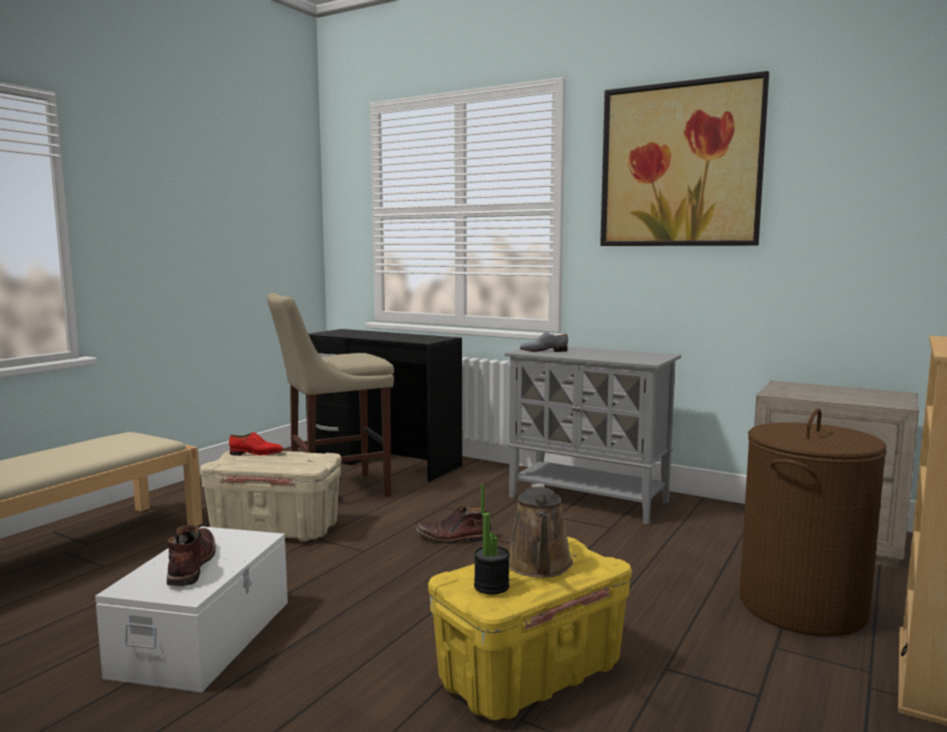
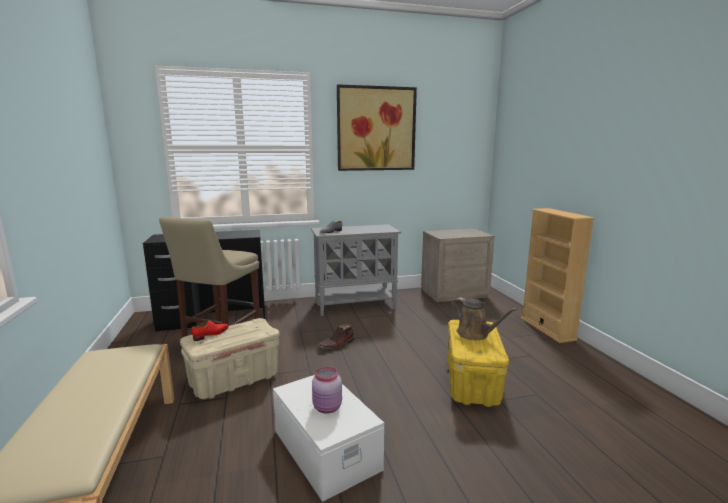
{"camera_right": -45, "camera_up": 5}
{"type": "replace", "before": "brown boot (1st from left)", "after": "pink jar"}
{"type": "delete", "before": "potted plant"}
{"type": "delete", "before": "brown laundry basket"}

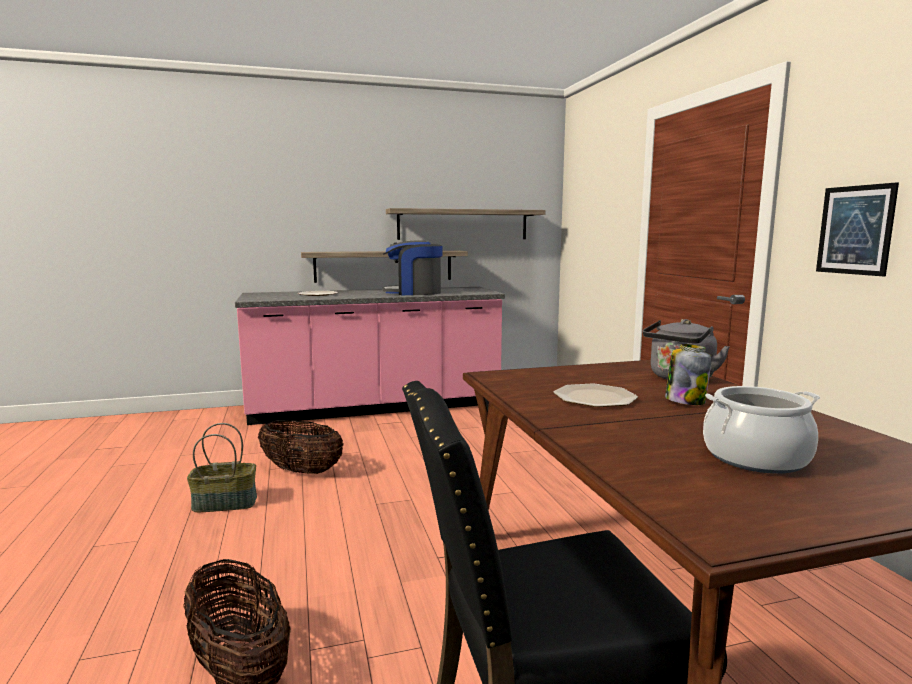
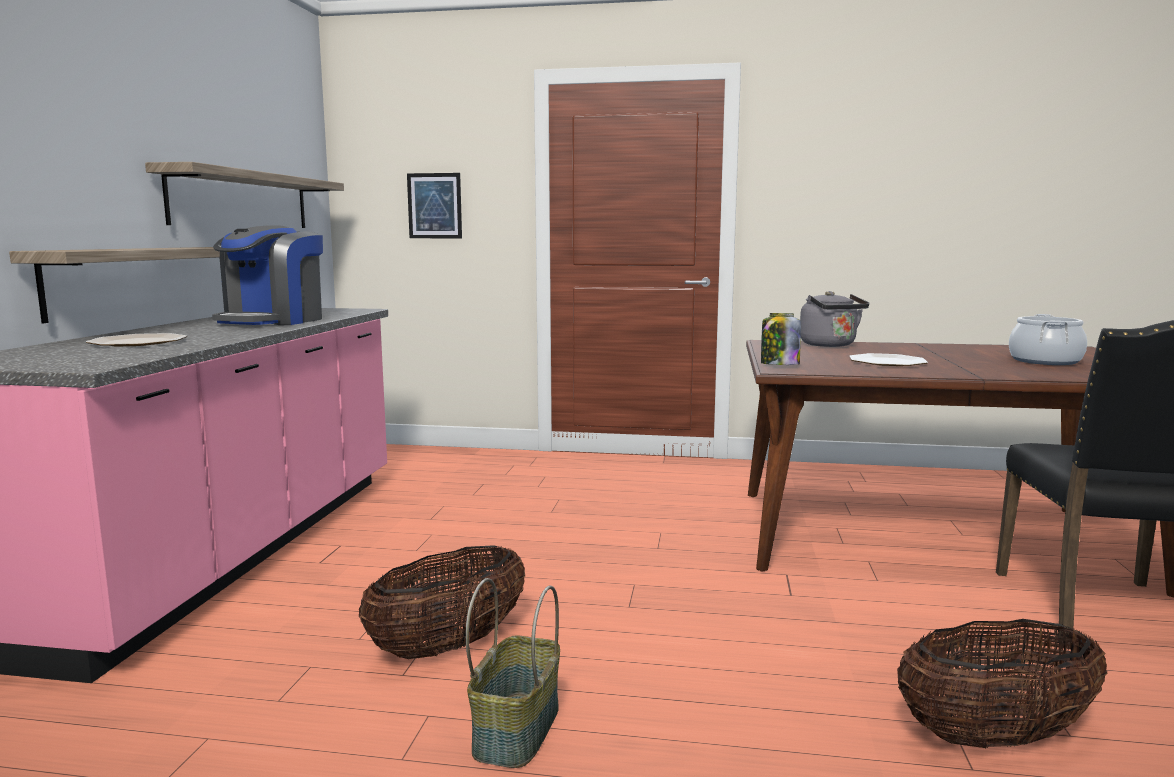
{"camera_right": -65, "camera_up": 0}
{"type": "move", "before": "jar"}
{"type": "move", "before": "picture"}

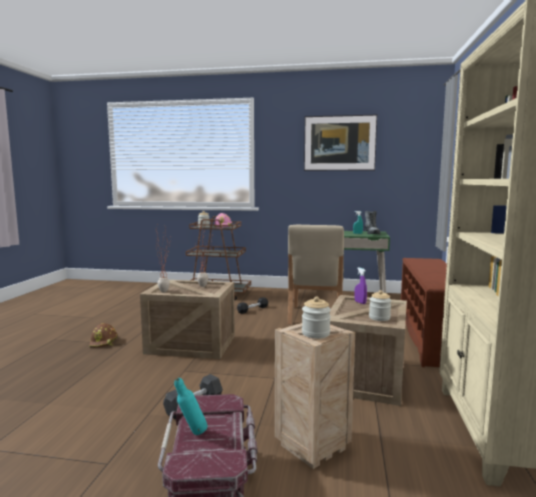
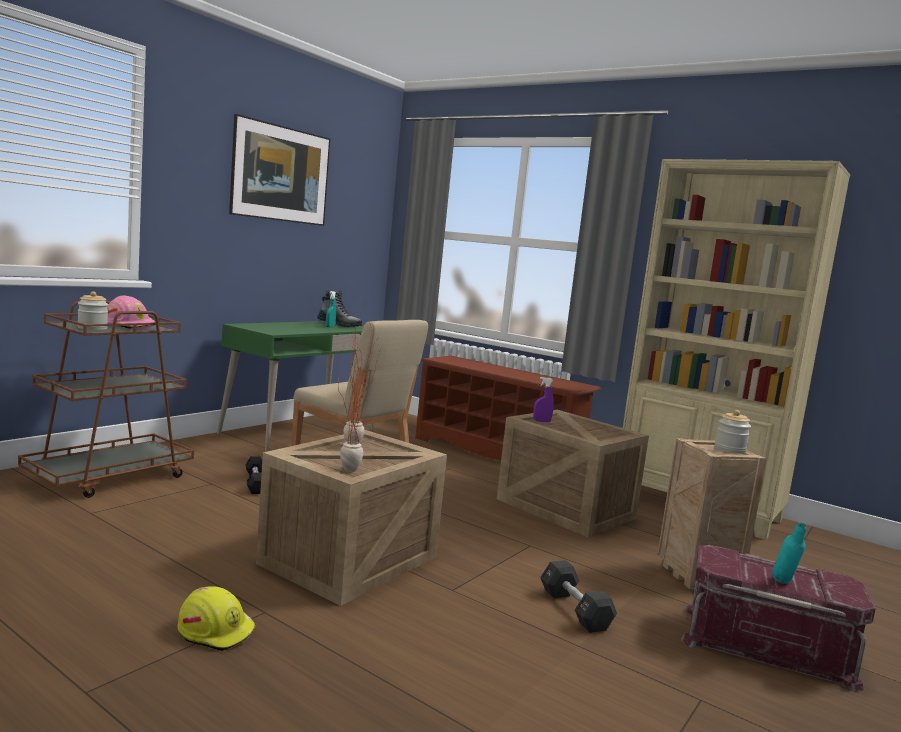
{"camera_right": -65, "camera_up": 0}
{"type": "recolor", "before": "brown hard hat", "after": "yellow hard hat"}
{"type": "delete", "before": "jar (3rd from left)"}

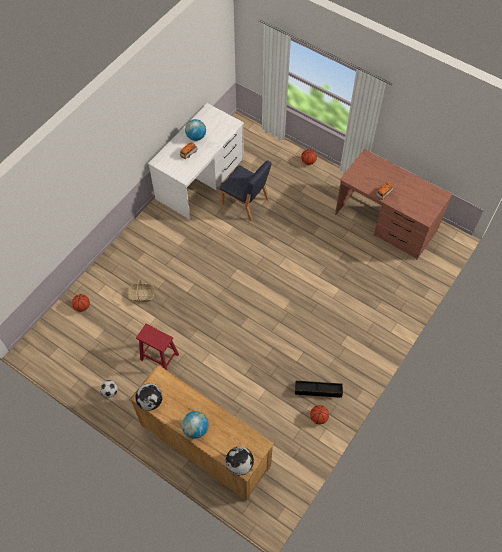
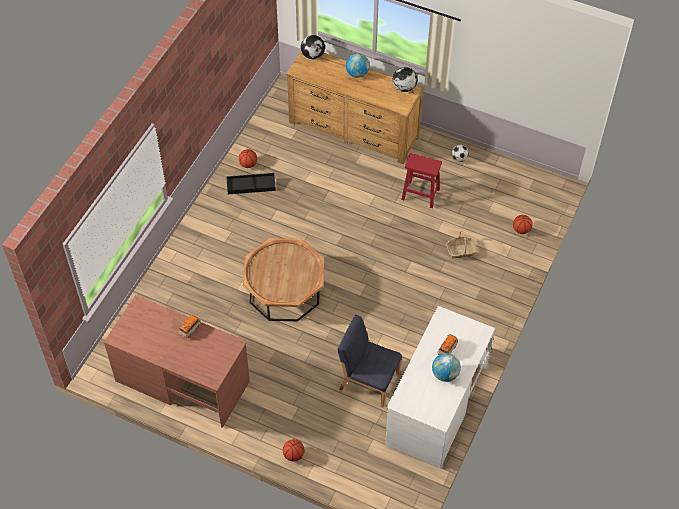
{"camera_right": 170, "camera_up": -5}
{"type": "insert", "after": "brown coffee table"}

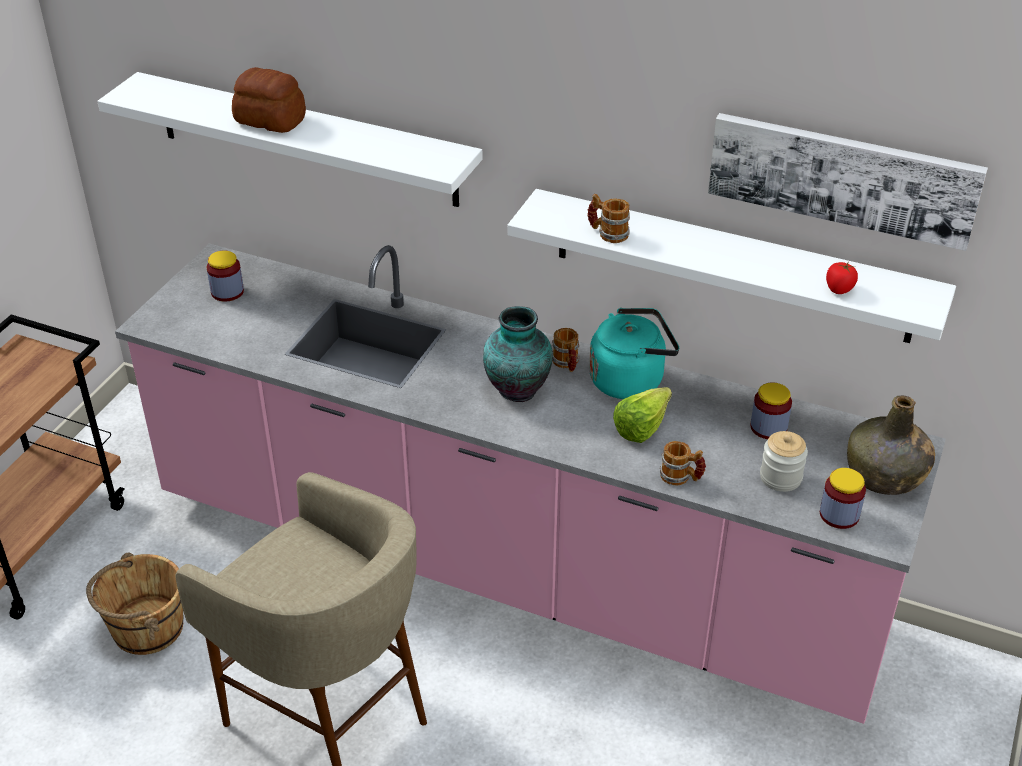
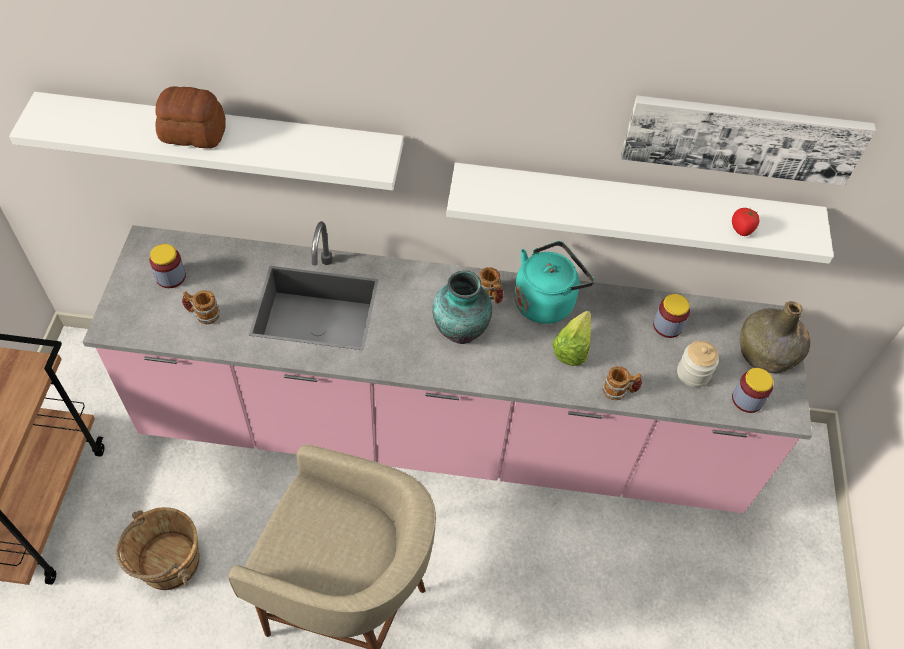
{"camera_right": -20, "camera_up": 15}
{"type": "move", "before": "mug (2nd from left in the first image)", "after": "mug (1st from left)"}

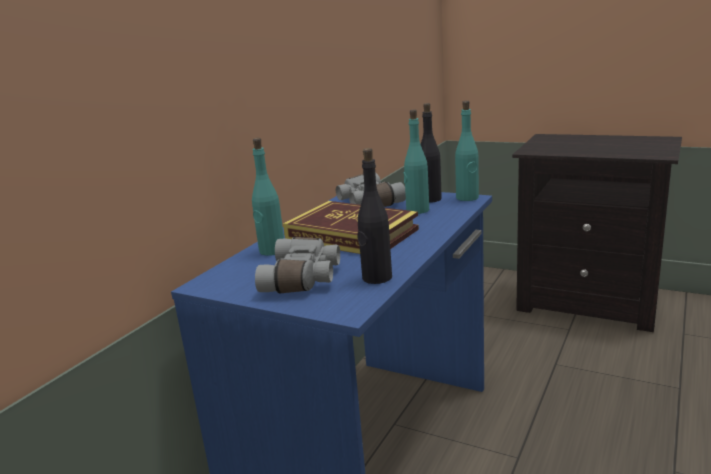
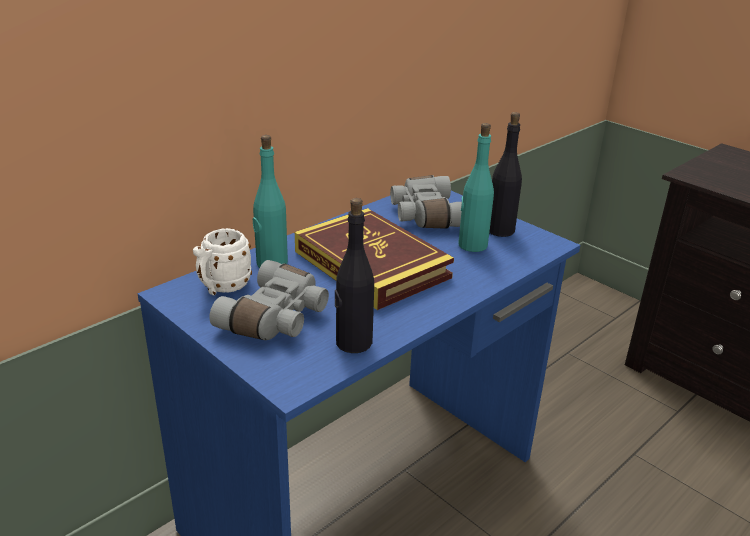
{"camera_right": 15, "camera_up": 10}
{"type": "delete", "before": "turquoise bottle (3rd from left)"}
{"type": "insert", "after": "white mug"}

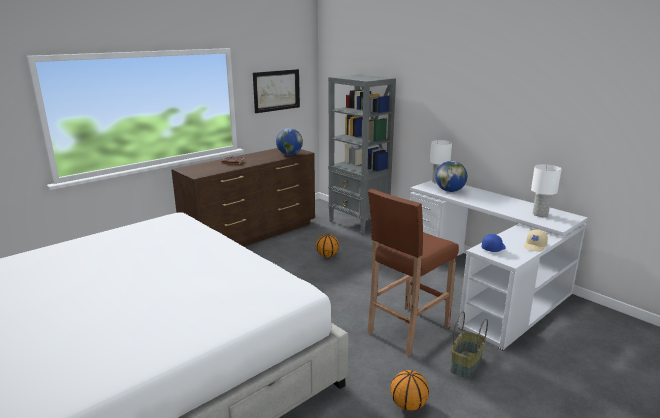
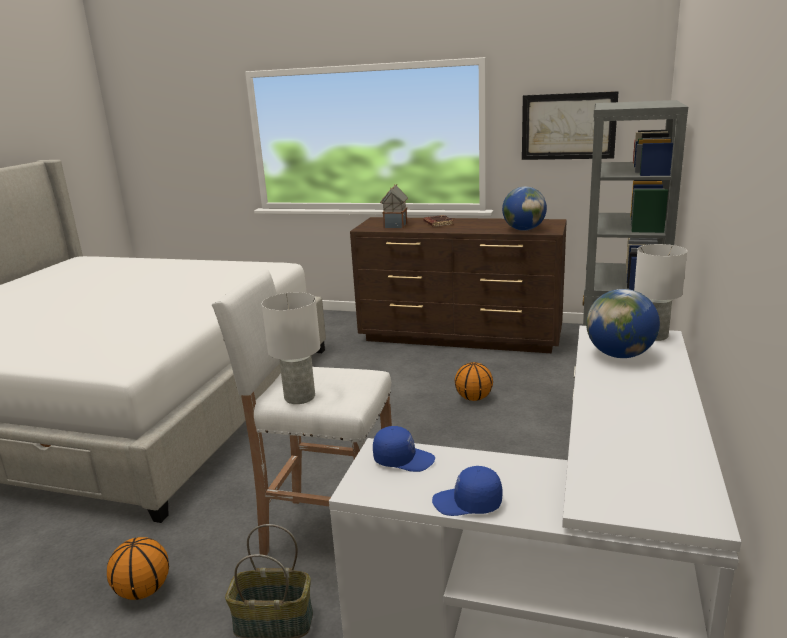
{"camera_right": 60, "camera_up": 0}
{"type": "recolor", "before": "brown stool", "after": "white stool"}
{"type": "recolor", "before": "beige cap", "after": "blue cap (2nd from left)"}
{"type": "move", "before": "white table lamp (2nd from left in the first image)", "after": "white table lamp (1st from left)"}
{"type": "insert", "after": "toy house"}

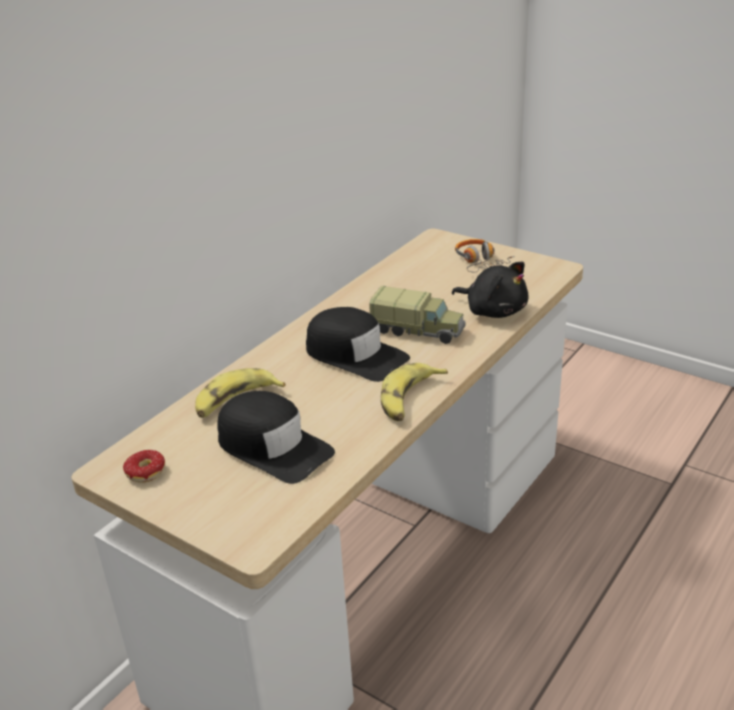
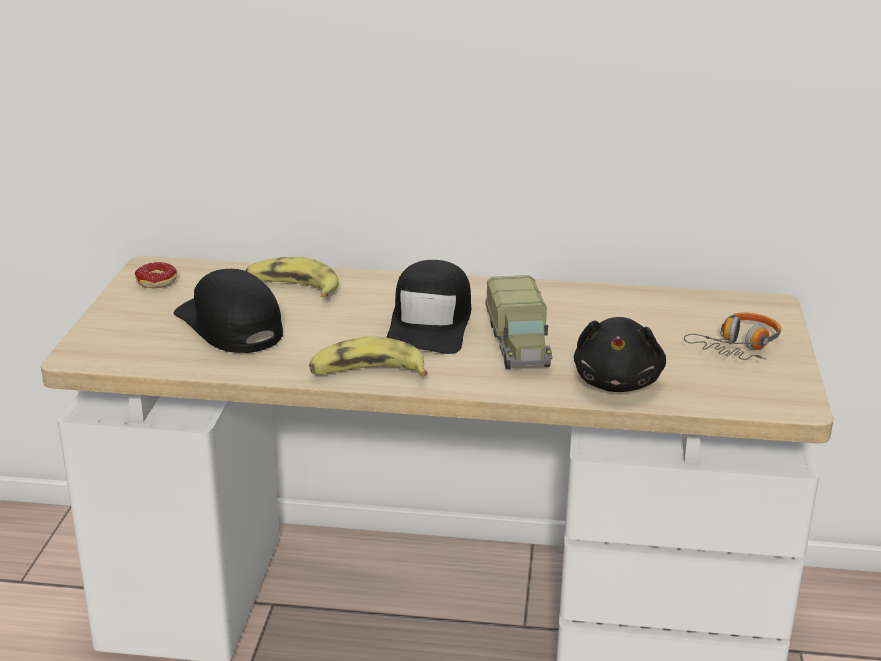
{"camera_right": 60, "camera_up": -5}
{"type": "rotate", "before": "black cap (1st from left)", "turn": 135}

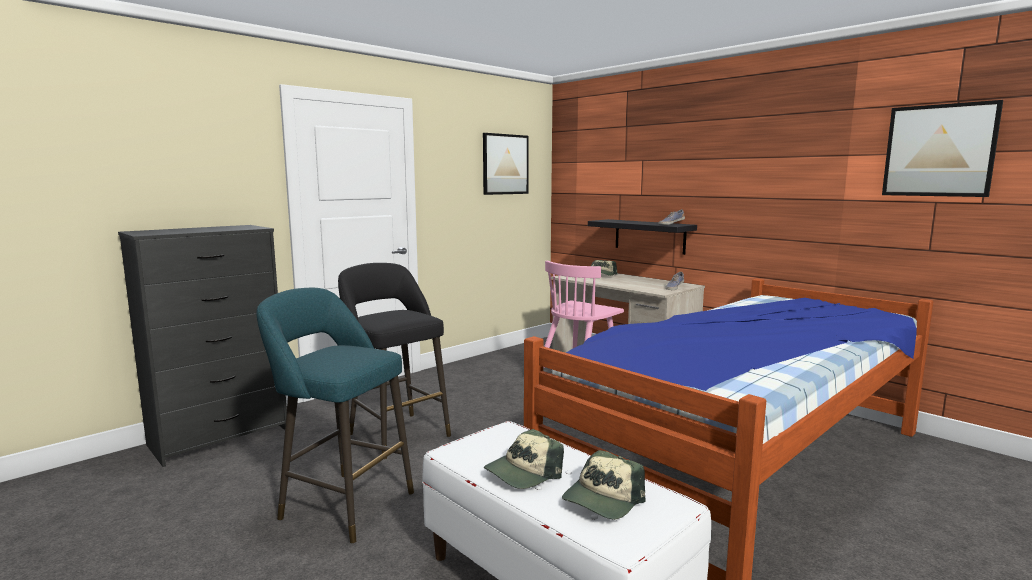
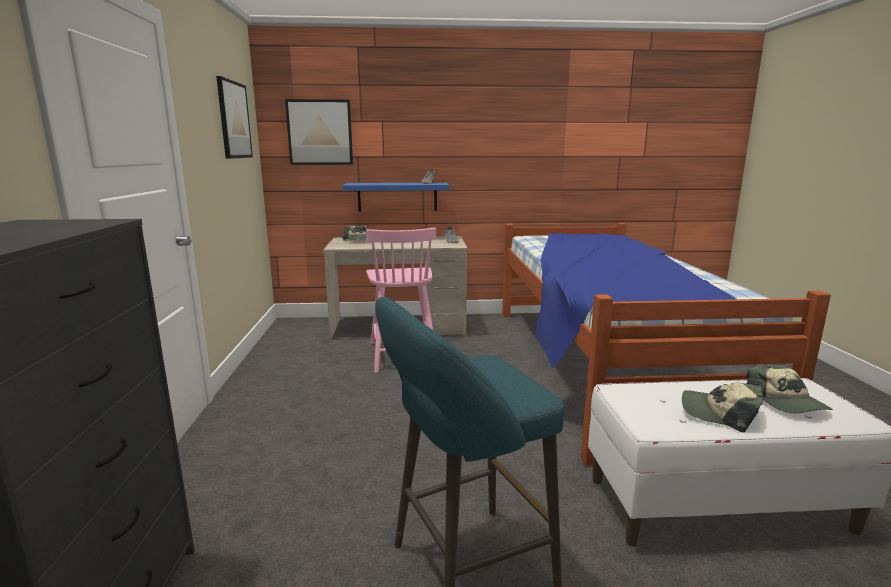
{"camera_right": -50, "camera_up": 5}
{"type": "delete", "before": "black stool"}
{"type": "rotate", "before": "cap (1st from left in the first image)", "turn": 120}
{"type": "recolor", "before": "black shelf", "after": "blue shelf"}
{"type": "move", "before": "picture (2nd from left)"}

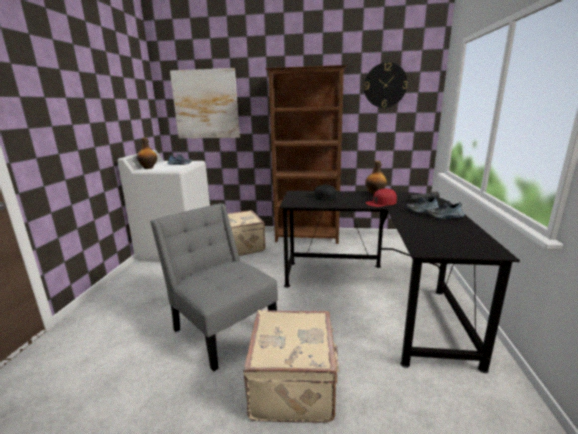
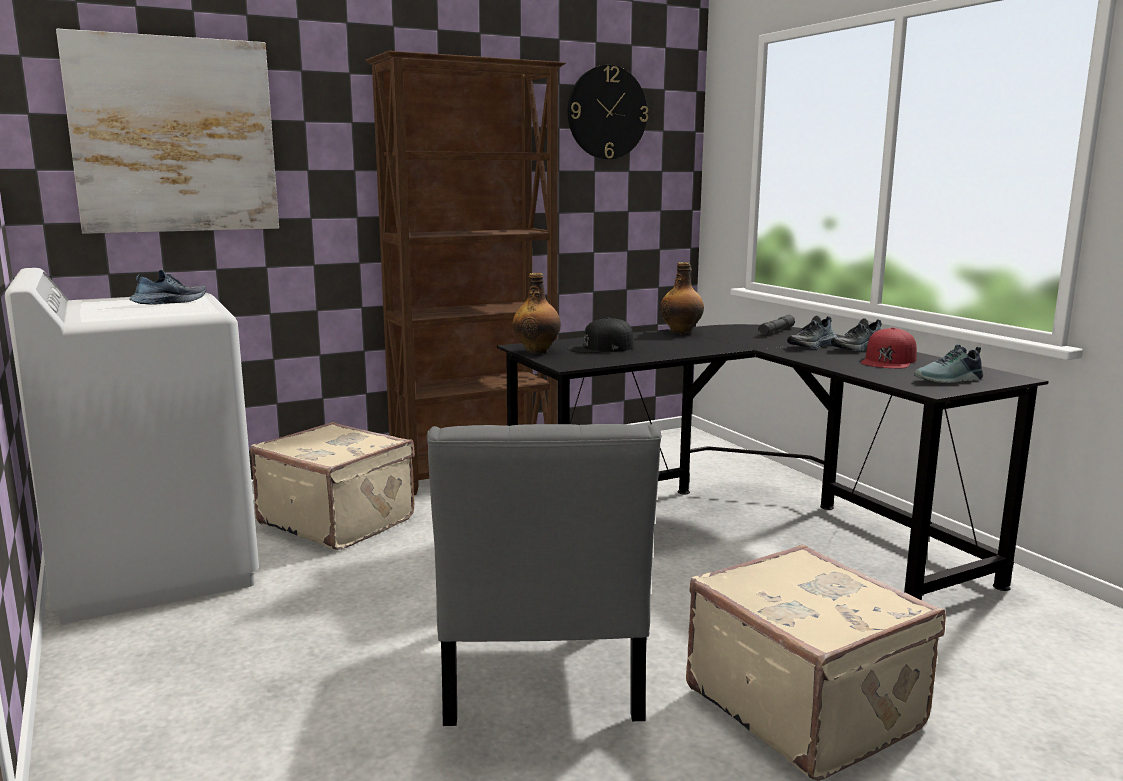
{"camera_right": -35, "camera_up": -5}
{"type": "move", "before": "bottle (1st from left)"}
{"type": "rotate", "before": "grey chair", "turn": -105}
{"type": "move", "before": "red cap"}
{"type": "insert", "after": "shoe (4th from left)"}

